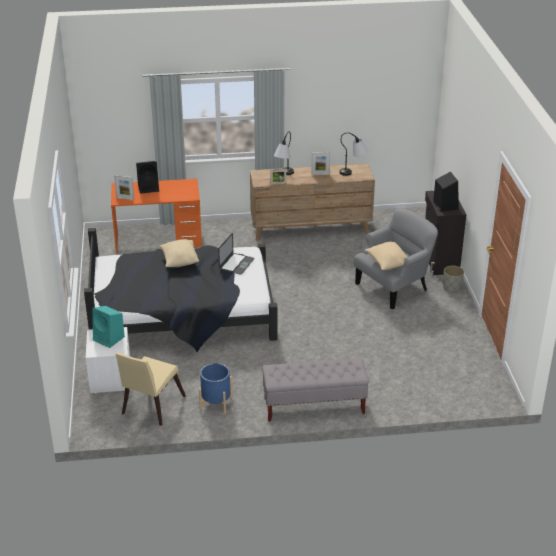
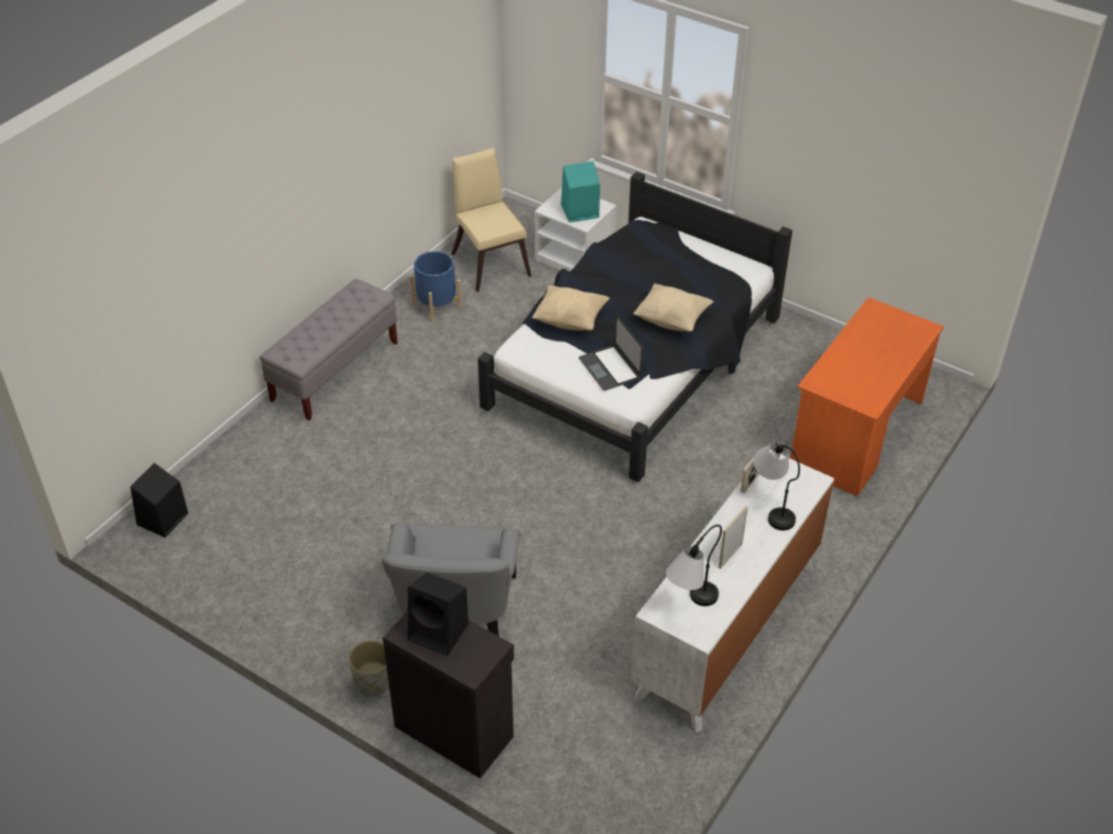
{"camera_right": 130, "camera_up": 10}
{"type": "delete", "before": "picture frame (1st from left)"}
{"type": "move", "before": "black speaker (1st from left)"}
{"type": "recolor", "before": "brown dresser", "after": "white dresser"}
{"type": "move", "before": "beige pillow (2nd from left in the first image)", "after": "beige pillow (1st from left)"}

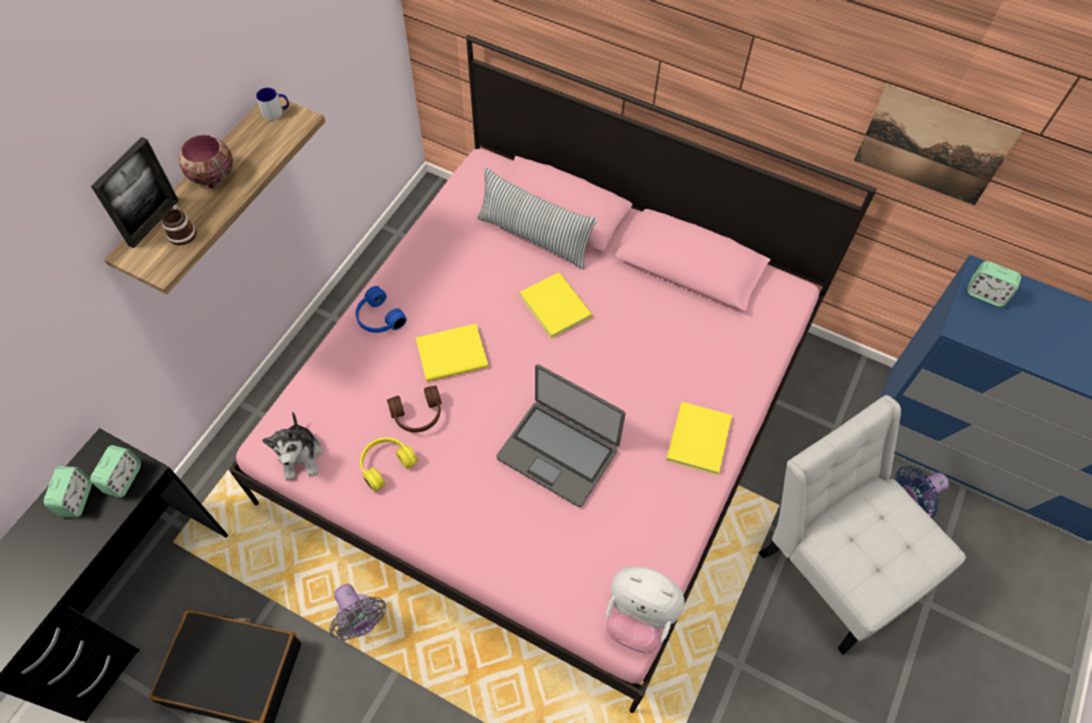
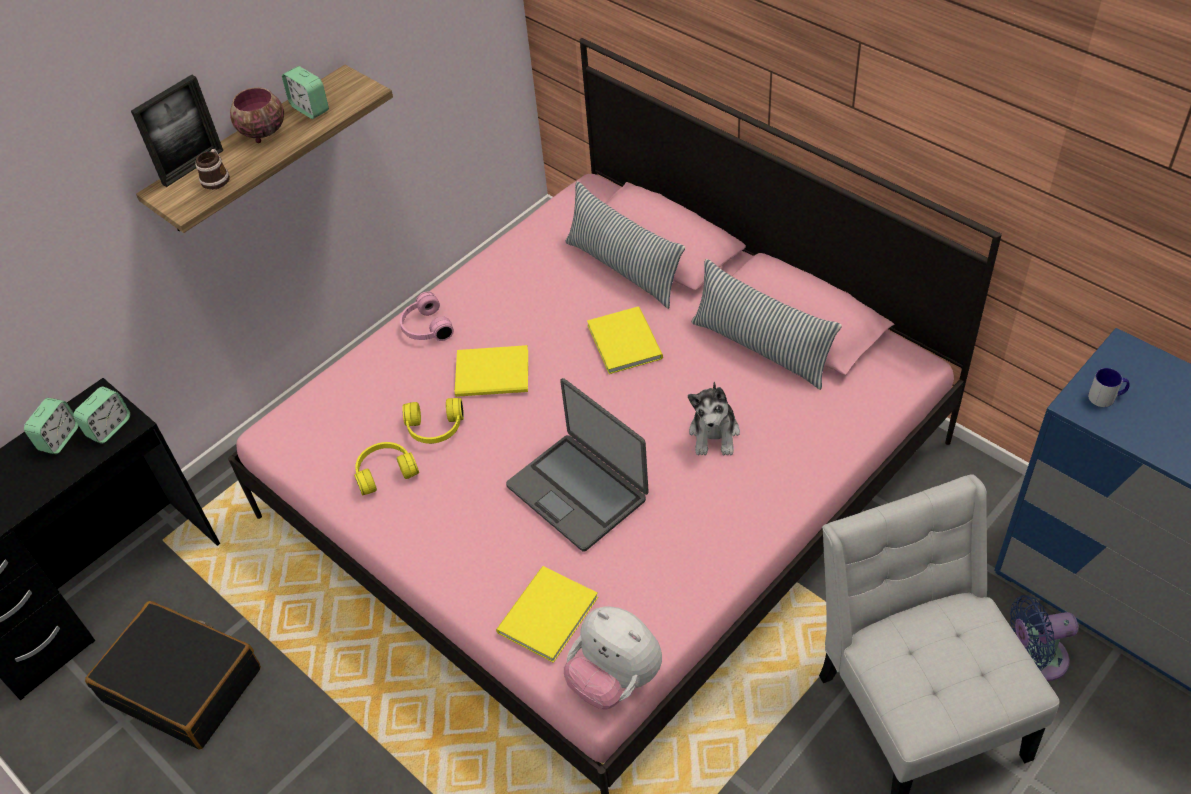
{"camera_right": 20, "camera_up": -10}
{"type": "move", "before": "mug (2nd from left)"}
{"type": "move", "before": "plush toy (1st from left in the first image)", "after": "plush toy (2nd from left)"}
{"type": "delete", "before": "grey fan"}
{"type": "recolor", "before": "blue headphones", "after": "pink headphones"}
{"type": "recolor", "before": "brown headphones", "after": "yellow headphones (2nd from left)"}
{"type": "move", "before": "yellow book (3rd from left in the first image)", "after": "yellow book (2nd from left)"}
{"type": "delete", "before": "picture"}
{"type": "move", "before": "alarm clock (3rd from left)"}
{"type": "insert", "after": "pillow (2nd from left)"}

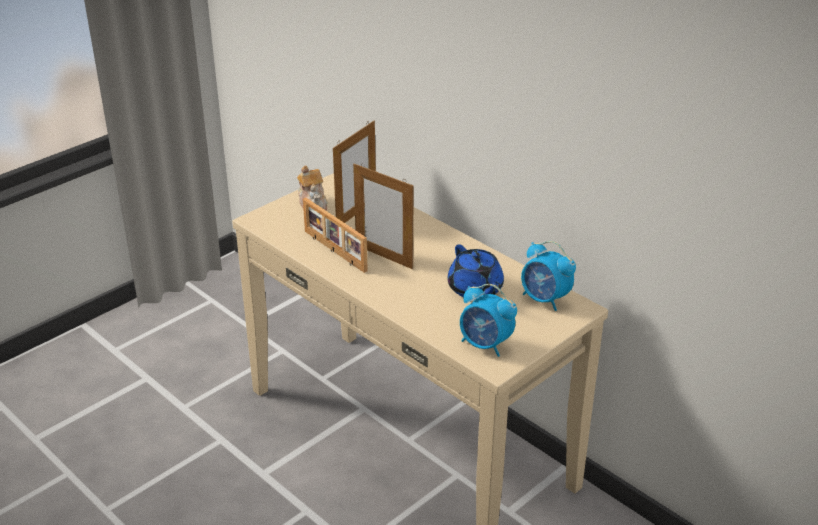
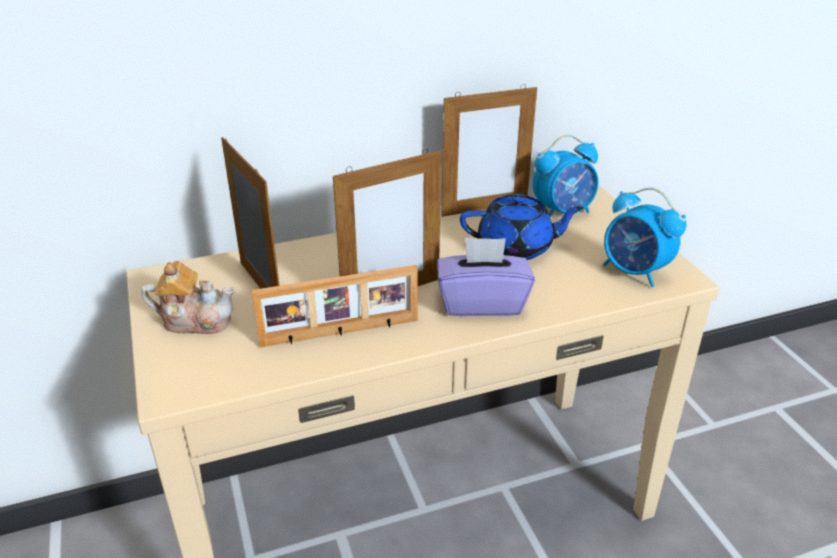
{"camera_right": -65, "camera_up": 0}
{"type": "rotate", "before": "alarm clock (1st from left in the first image)", "turn": 75}
{"type": "insert", "after": "purple tissue box"}
{"type": "insert", "after": "picture frame (4th from left)"}

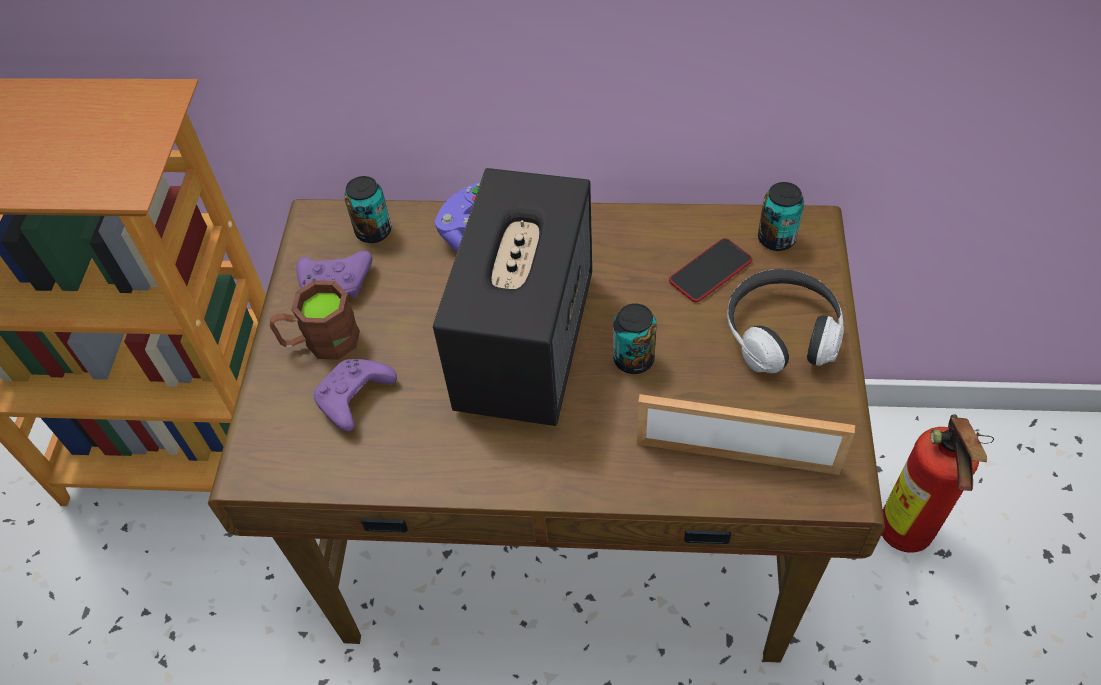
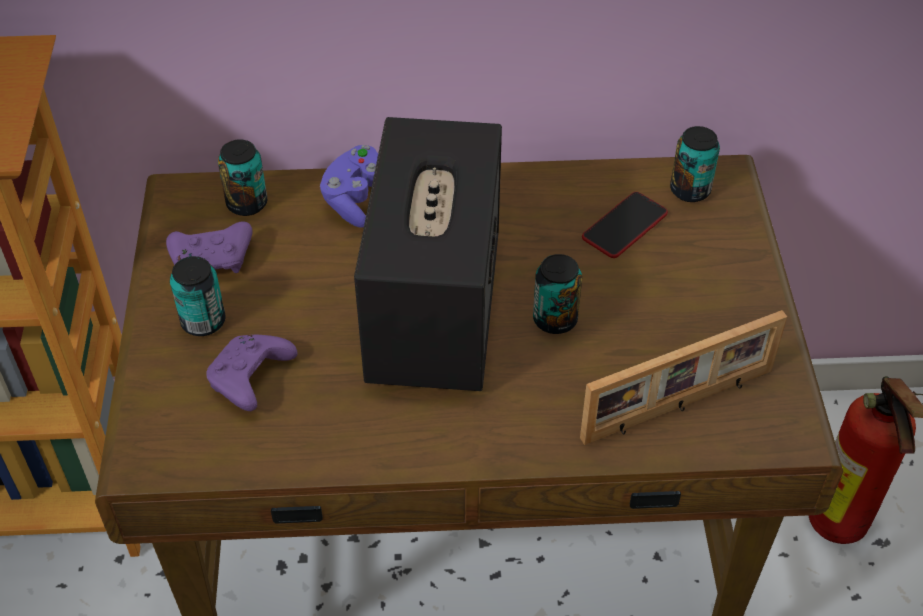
{"camera_right": -10, "camera_up": -5}
{"type": "replace", "before": "brown mug", "after": "can (1st from left)"}
{"type": "rotate", "before": "picture frame", "turn": 150}
{"type": "delete", "before": "headphones"}

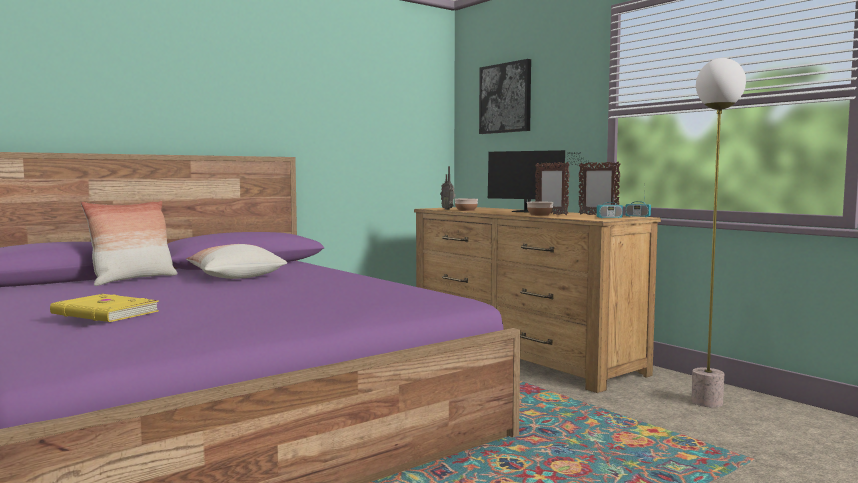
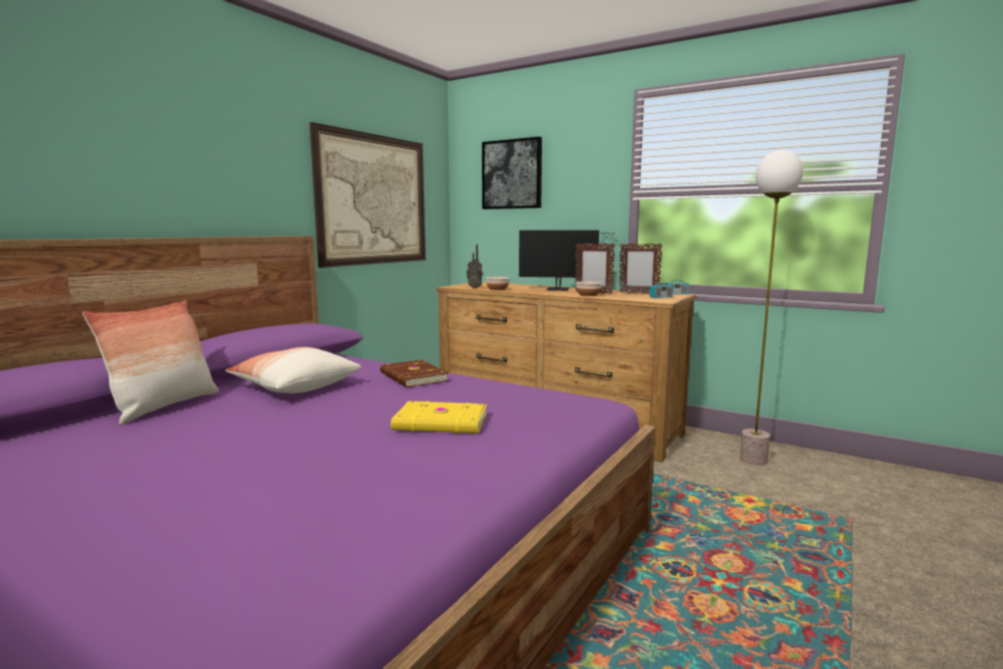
{"camera_right": -20, "camera_up": 5}
{"type": "move", "before": "yellow book"}
{"type": "insert", "after": "picture (1st from left)"}
{"type": "insert", "after": "brown book"}

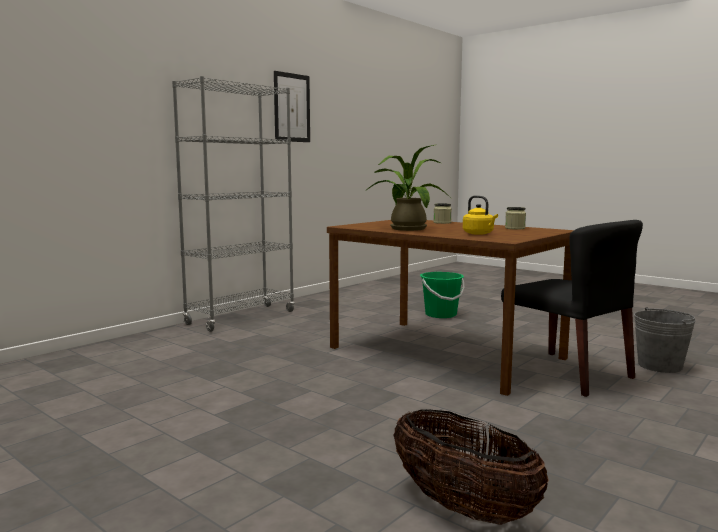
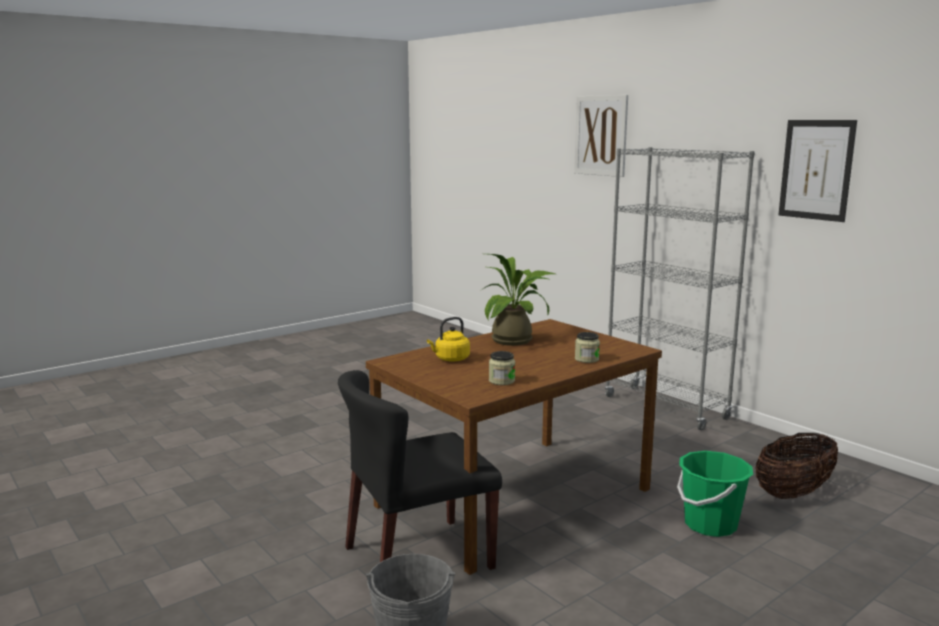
{"camera_right": 100, "camera_up": 5}
{"type": "move", "before": "basket"}
{"type": "insert", "after": "picture (1st from left)"}

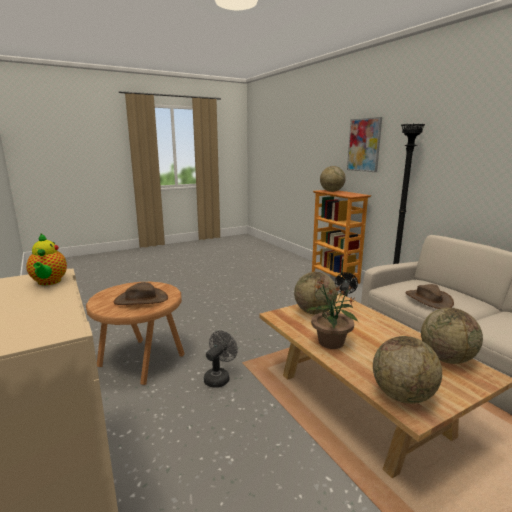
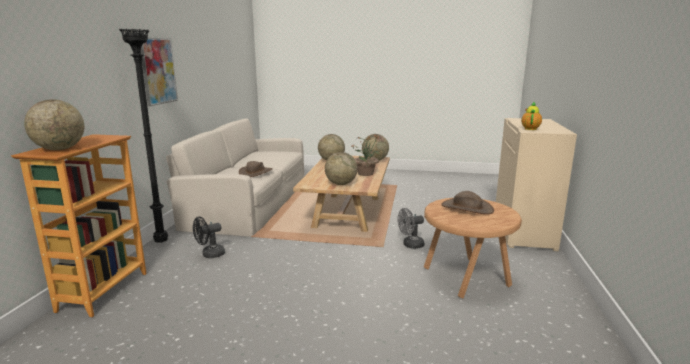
{"camera_right": -140, "camera_up": 0}
{"type": "move", "before": "picture"}

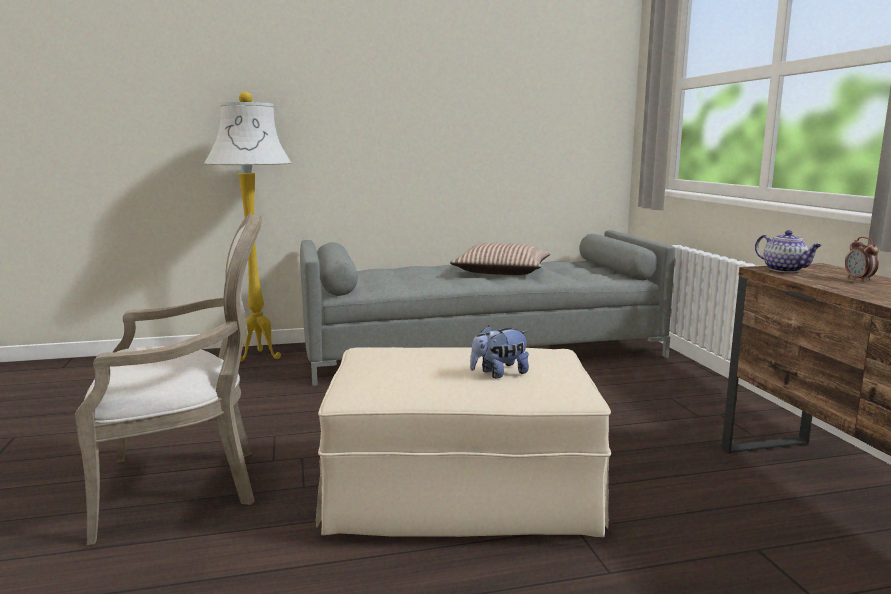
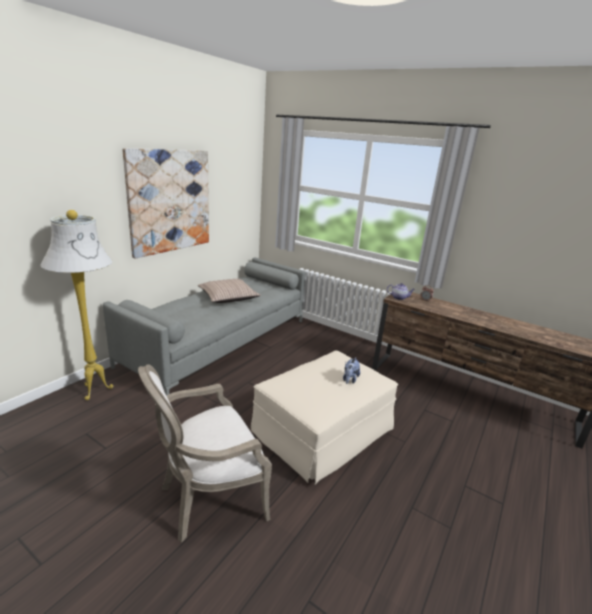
{"camera_right": -45, "camera_up": 10}
{"type": "rotate", "before": "armchair", "turn": -150}
{"type": "insert", "after": "picture"}

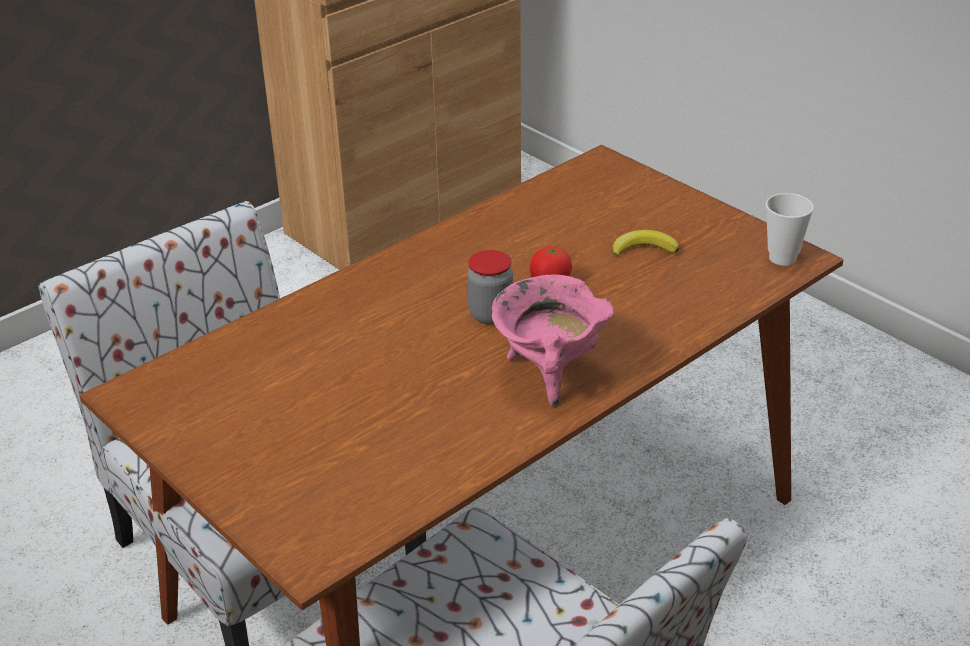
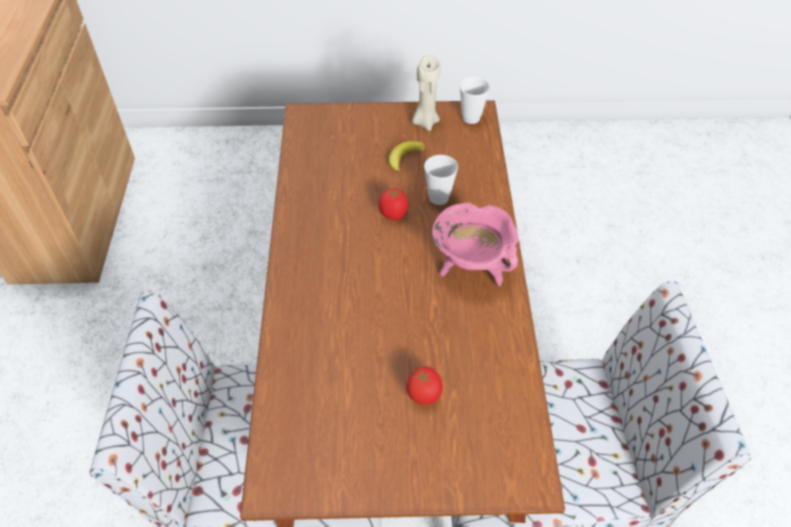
{"camera_right": -50, "camera_up": 15}
{"type": "delete", "before": "jar"}
{"type": "insert", "after": "tomato (2nd from left)"}
{"type": "insert", "after": "beige candle"}
{"type": "insert", "after": "cup (1st from left)"}

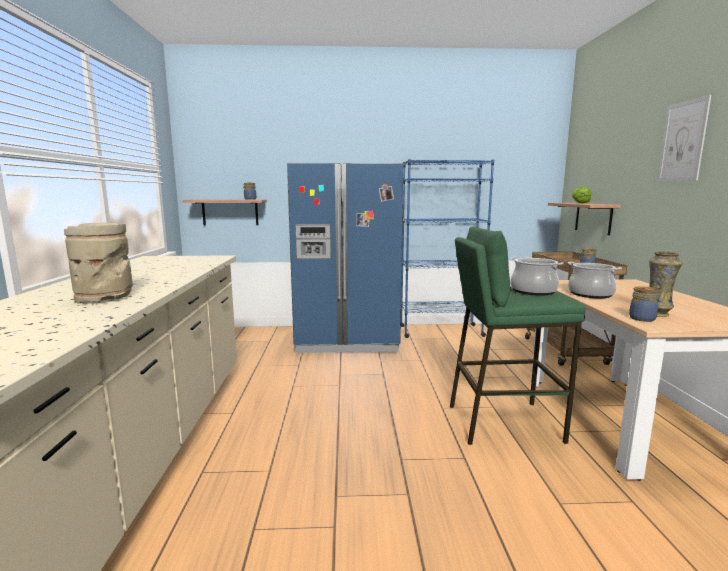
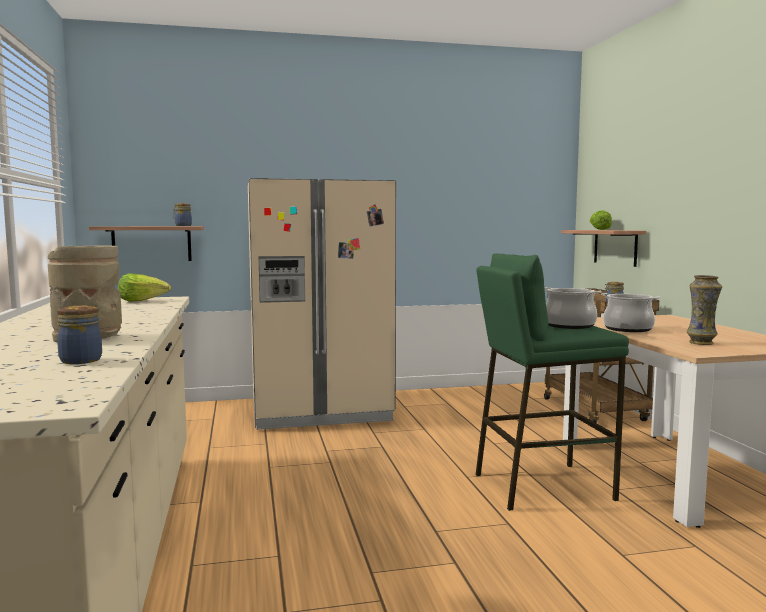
{"camera_right": -10, "camera_up": -5}
{"type": "recolor", "before": "blue fridge", "after": "beige fridge"}
{"type": "delete", "before": "blue bookcase"}
{"type": "move", "before": "jar (3rd from left in the first image)", "after": "jar (1st from left)"}
{"type": "delete", "before": "picture"}
{"type": "insert", "after": "lettuce (1st from left)"}

